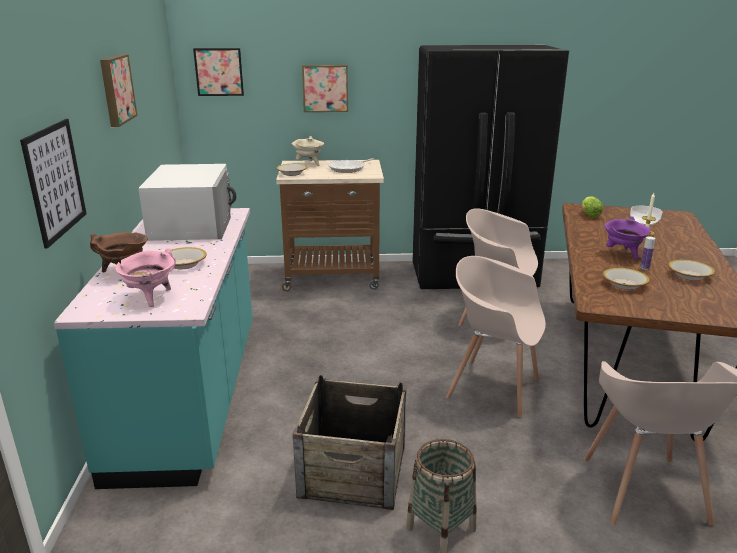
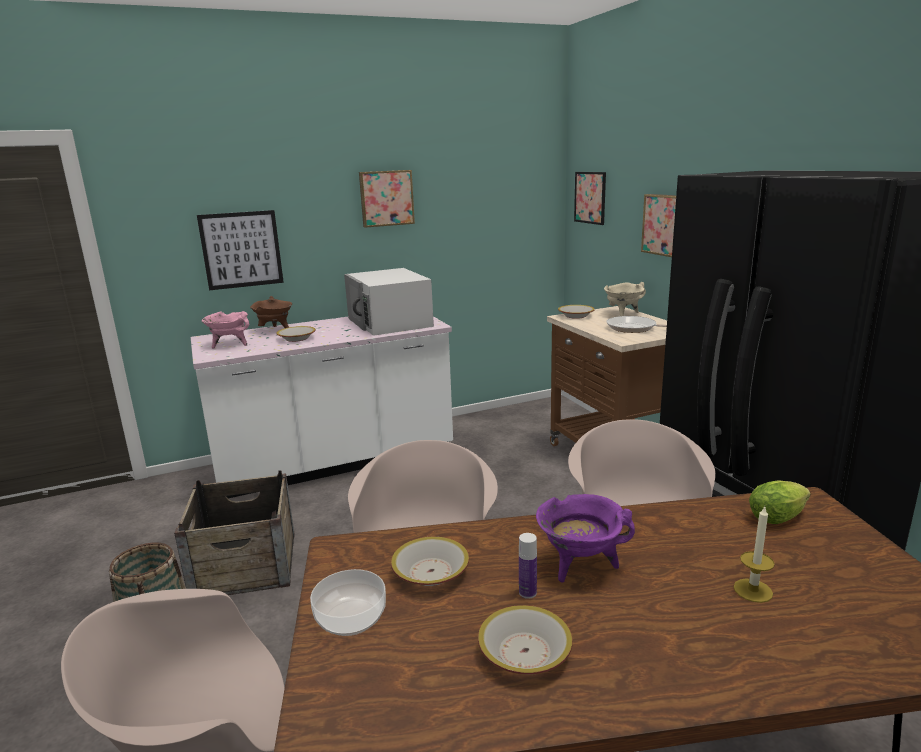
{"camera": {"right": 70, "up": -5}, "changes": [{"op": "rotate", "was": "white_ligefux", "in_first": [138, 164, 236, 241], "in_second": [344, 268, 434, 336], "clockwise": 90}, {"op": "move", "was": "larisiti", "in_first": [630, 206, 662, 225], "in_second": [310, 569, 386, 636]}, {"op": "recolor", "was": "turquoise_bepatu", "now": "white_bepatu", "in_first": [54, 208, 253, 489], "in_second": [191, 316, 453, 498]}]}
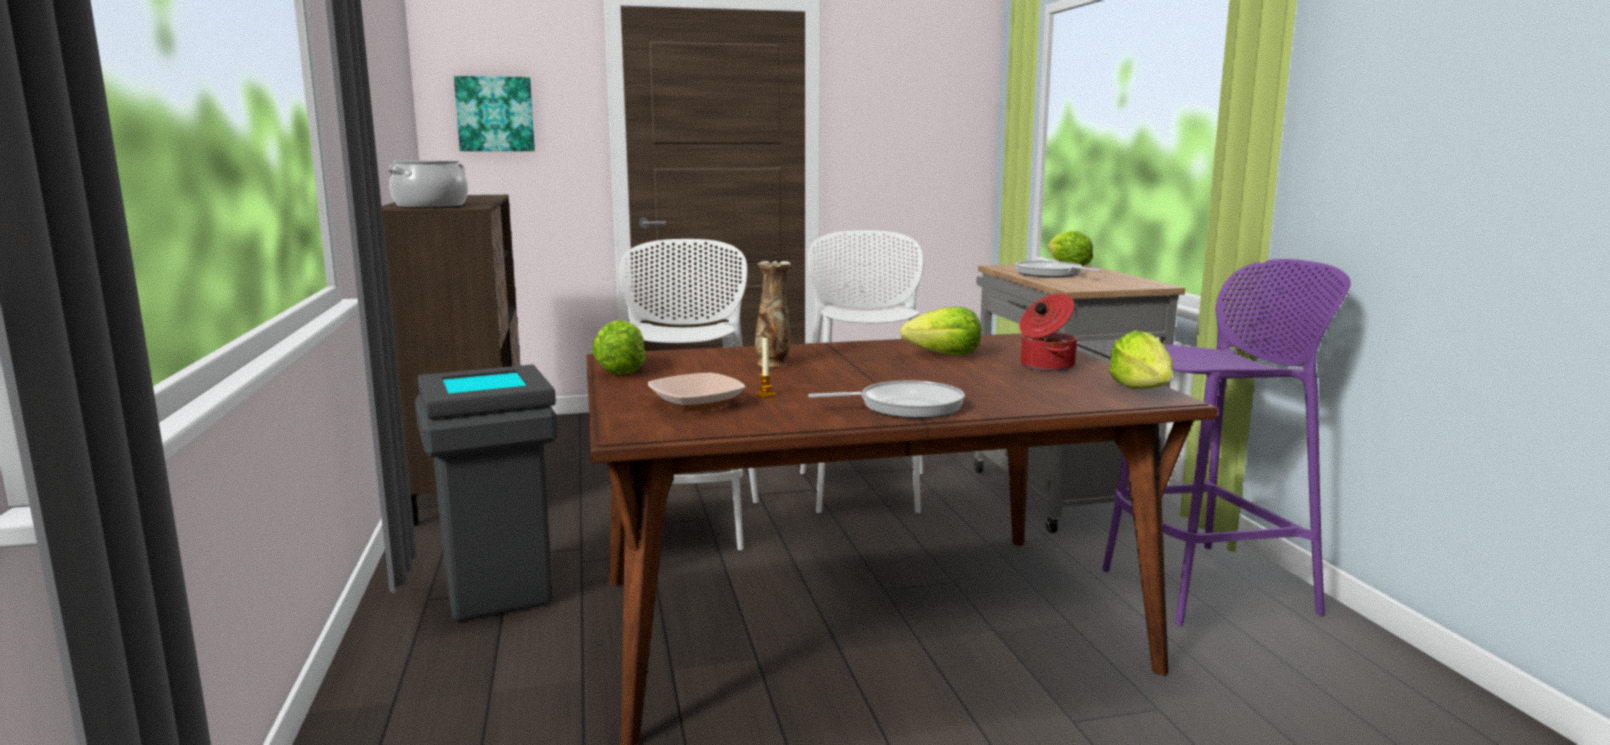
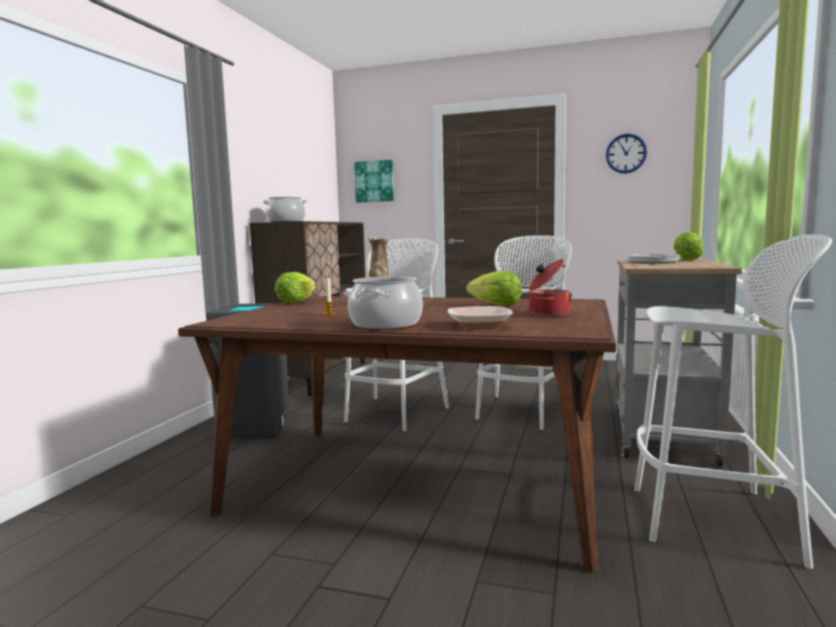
{"camera": {"right": 30, "up": -5}, "changes": [{"op": "recolor", "was": "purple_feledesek", "now": "white_feledesek", "in_first": [1102, 259, 1351, 626], "in_second": [634, 234, 832, 569]}, {"op": "delete", "was": "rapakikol", "in_first": [1109, 331, 1173, 389]}, {"op": "move", "was": "larisiti", "in_first": [648, 373, 745, 412], "in_second": [447, 306, 513, 329]}, {"op": "replace", "was": "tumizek", "now": "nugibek", "in_first": [808, 381, 965, 419], "in_second": [348, 276, 423, 329]}, {"op": "insert", "now": "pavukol", "in_second": [606, 133, 647, 174]}]}
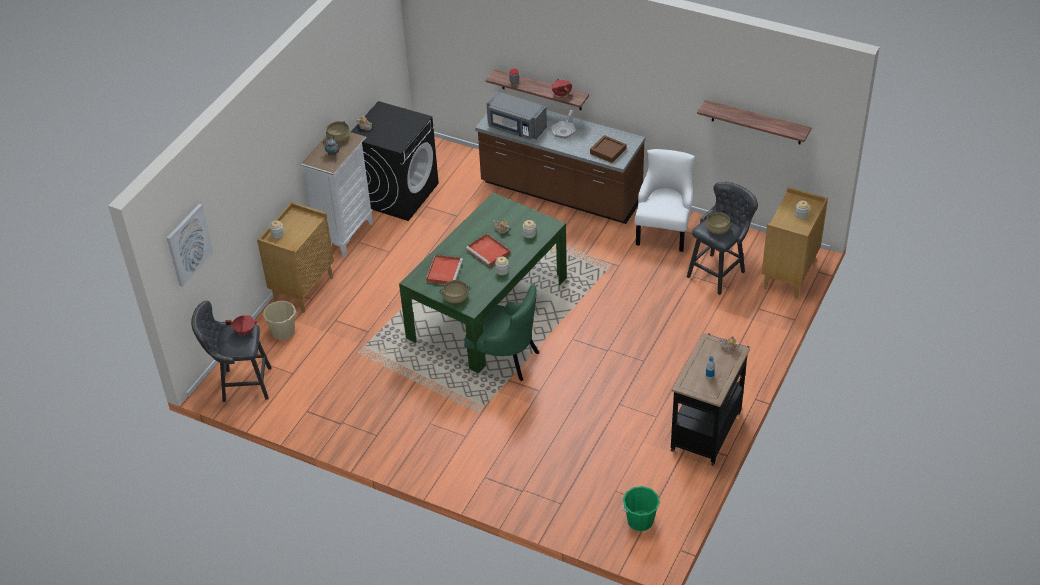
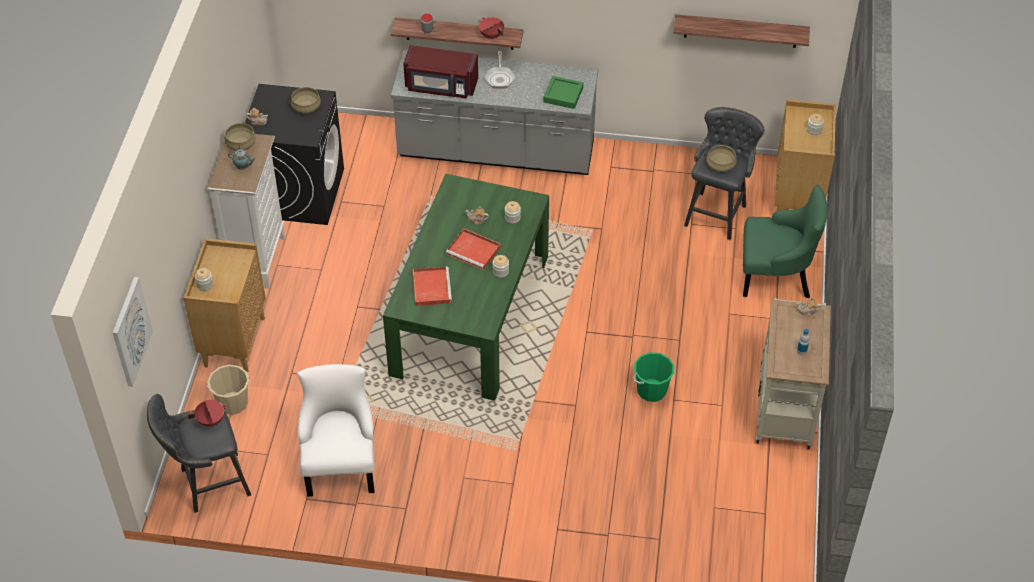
{"camera": {"right": -20, "up": 5}, "changes": [{"op": "recolor", "was": "grey_ligefux", "now": "red_ligefux", "in_first": [487, 91, 547, 140], "in_second": [403, 45, 478, 99]}, {"op": "recolor", "was": "brown_bepatu", "now": "grey_bepatu", "in_first": [475, 110, 645, 224], "in_second": [391, 50, 598, 175]}, {"op": "recolor", "was": "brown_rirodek", "now": "green_rirodek", "in_first": [590, 135, 626, 163], "in_second": [544, 76, 583, 109]}, {"op": "move", "was": "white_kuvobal", "in_first": [634, 149, 695, 252], "in_second": [297, 364, 375, 497]}, {"op": "move", "was": "beige_nugibek", "in_first": [440, 280, 470, 303], "in_second": [288, 87, 321, 113]}, {"op": "move", "was": "green_kuvobal", "in_first": [464, 284, 539, 381], "in_second": [743, 185, 828, 299]}, {"op": "recolor", "was": "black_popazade", "now": "beige_popazade", "in_first": [671, 333, 750, 466], "in_second": [755, 298, 831, 449]}, {"op": "move", "was": "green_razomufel", "in_first": [622, 486, 660, 531], "in_second": [633, 352, 674, 402]}]}
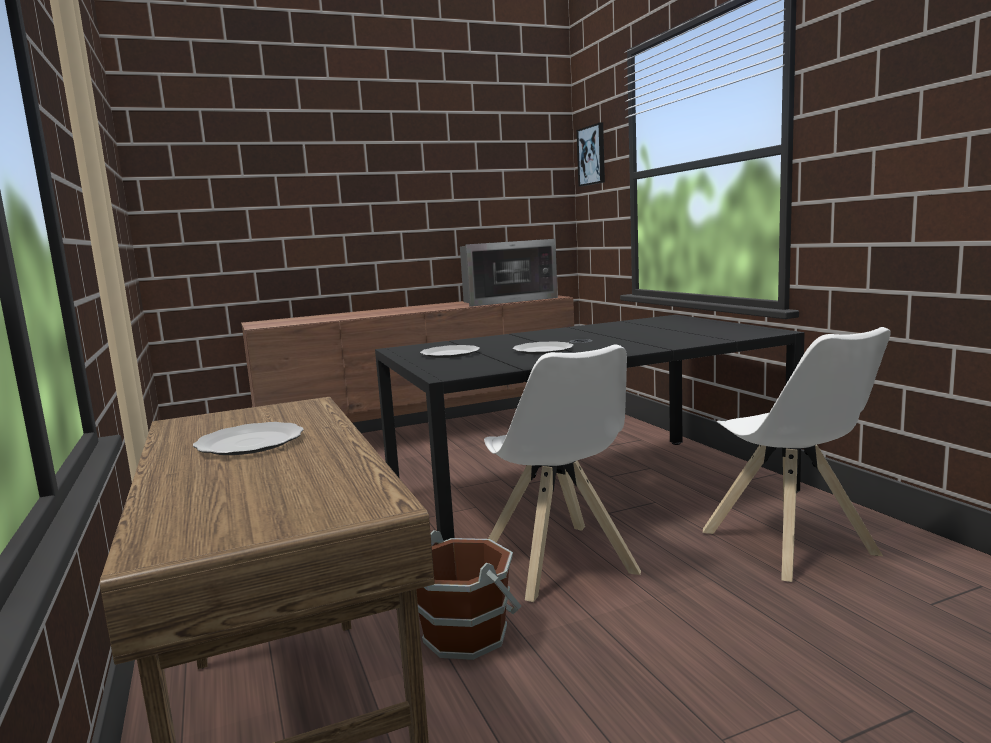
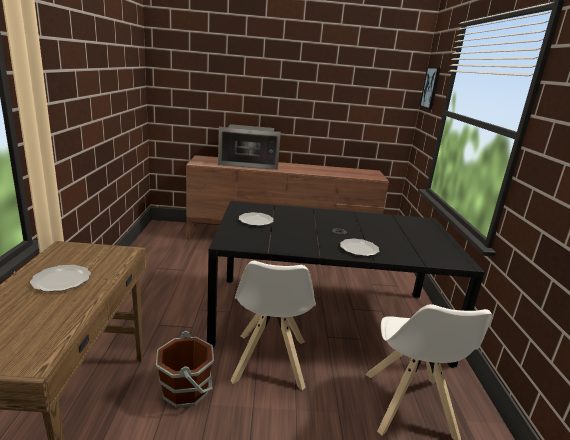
{"camera": {"right": 20, "up": 10}, "changes": [{"op": "move", "was": "ligefux", "in_first": [460, 239, 558, 307], "in_second": [218, 124, 281, 170]}, {"op": "move", "was": "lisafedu", "in_first": [513, 341, 574, 355], "in_second": [340, 238, 380, 256]}]}
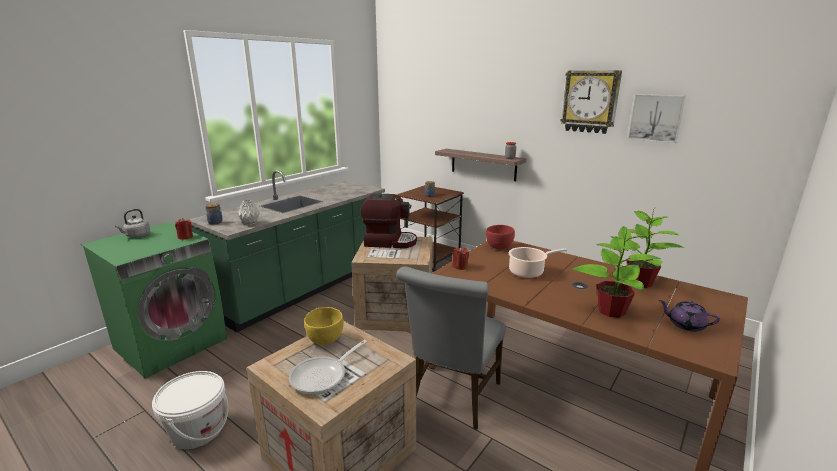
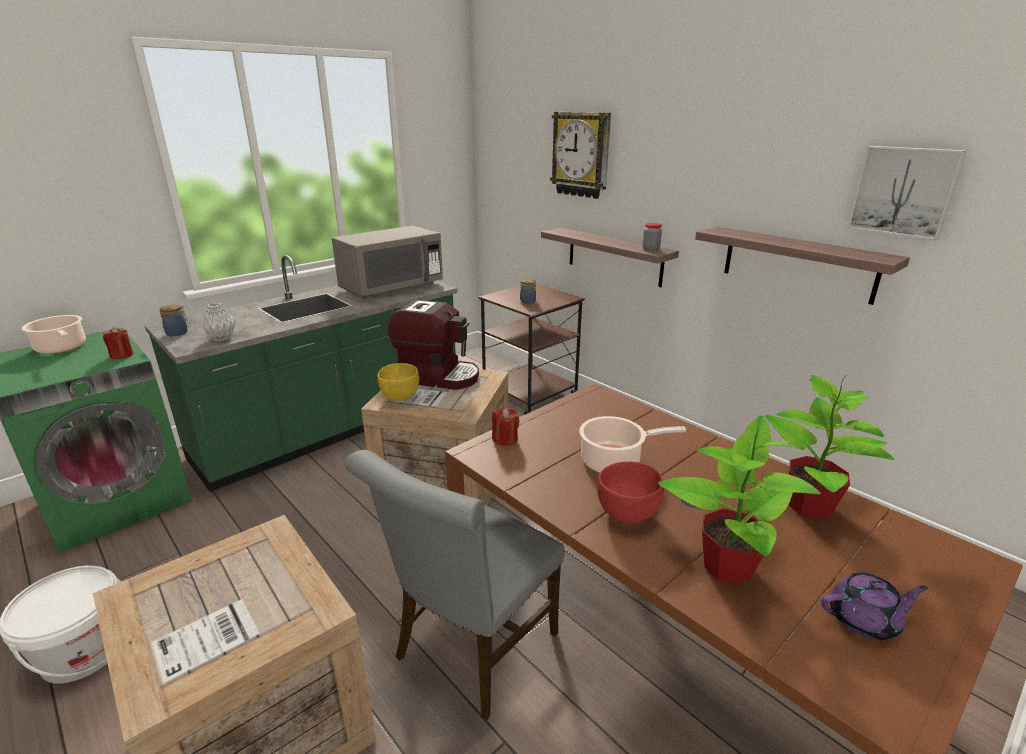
{"camera": {"right": 10, "up": 5}, "changes": [{"op": "move", "was": "pavukol", "in_first": [560, 71, 622, 134], "in_second": [550, 112, 611, 199]}, {"op": "replace", "was": "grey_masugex", "now": "nugibek", "in_first": [115, 209, 150, 238], "in_second": [22, 315, 86, 354]}, {"op": "move", "was": "red_larisiti", "in_first": [486, 225, 515, 249], "in_second": [597, 461, 664, 523]}, {"op": "rotate", "was": "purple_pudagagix", "in_first": [659, 300, 720, 332], "in_second": [821, 573, 928, 640], "clockwise": 135}, {"op": "move", "was": "yellow_larisiti", "in_first": [304, 307, 344, 345], "in_second": [377, 363, 419, 401]}, {"op": "delete", "was": "tumizek", "in_first": [289, 340, 367, 395]}, {"op": "insert", "now": "grey_ligefux", "in_second": [332, 226, 443, 298]}, {"op": "insert", "now": "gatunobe", "in_second": [695, 227, 910, 305]}]}
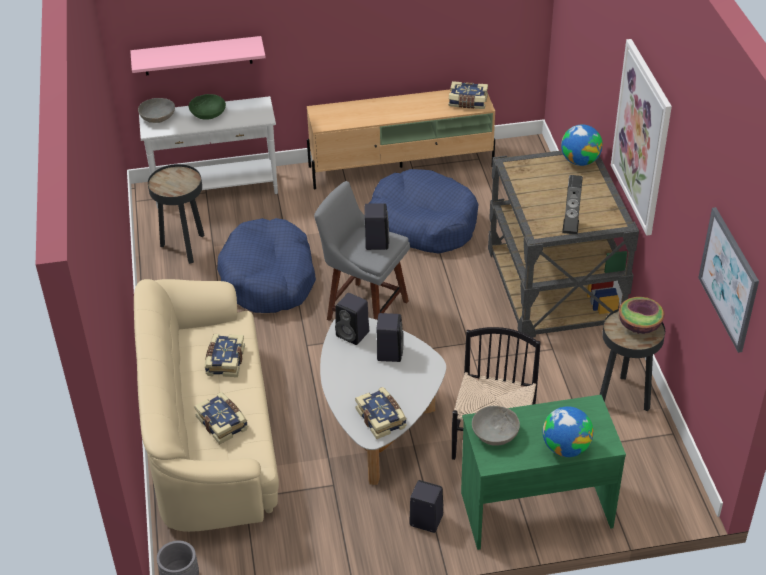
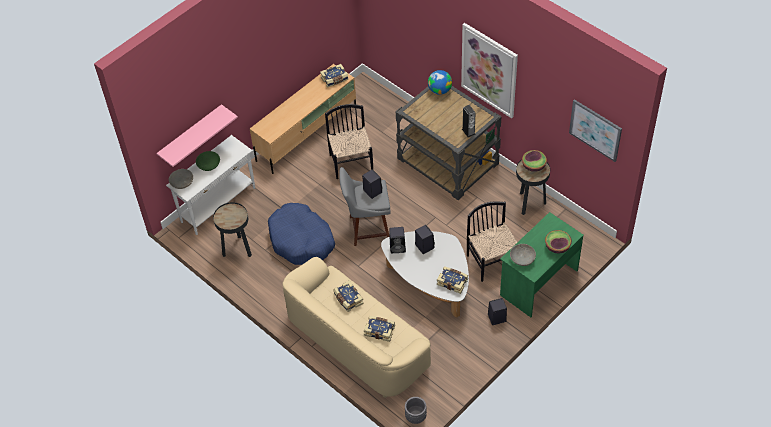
{"camera": {"right": -35, "up": 10}, "changes": [{"op": "replace", "was": "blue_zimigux", "now": "black_kuvobal", "in_first": [369, 169, 478, 254], "in_second": [325, 104, 373, 179]}, {"op": "replace", "was": "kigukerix", "now": "larisiti", "in_first": [543, 406, 594, 457], "in_second": [545, 230, 572, 254]}]}
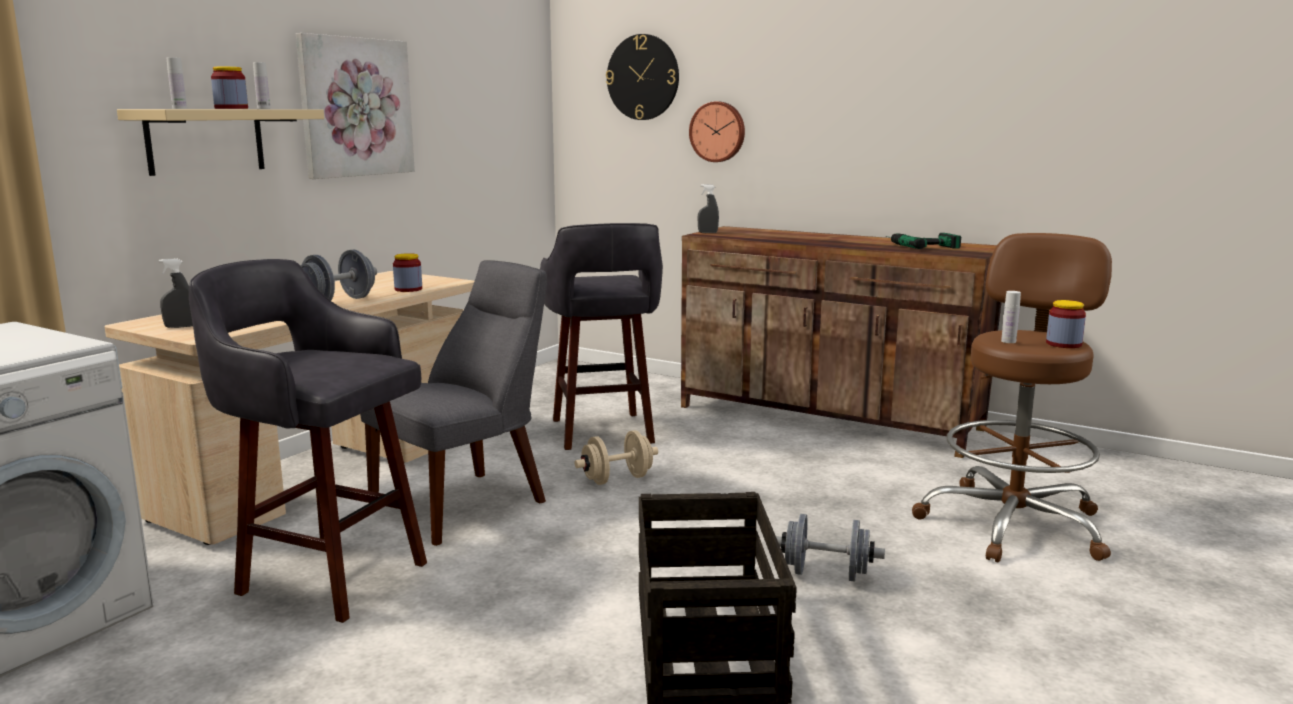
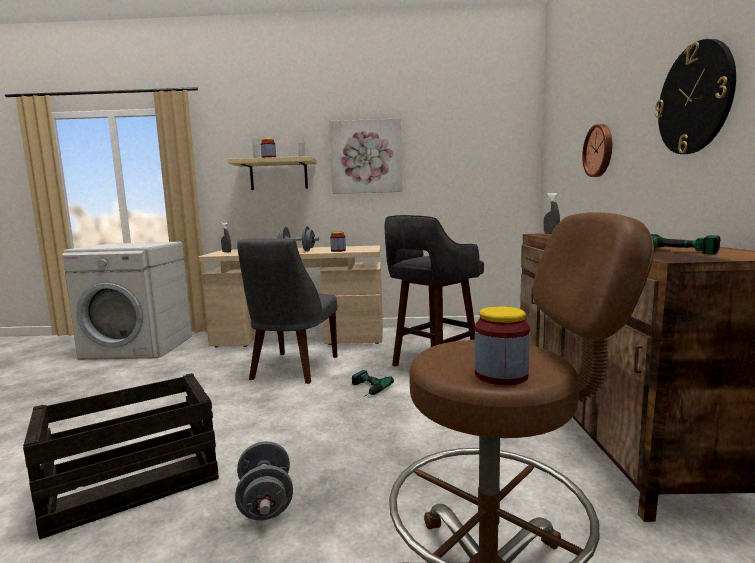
{"camera": {"right": 60, "up": -5}, "changes": [{"op": "move", "was": "pavukol", "in_first": [606, 34, 679, 120], "in_second": [655, 39, 736, 154]}, {"op": "delete", "was": "grey_feledesek", "in_first": [189, 259, 427, 623]}, {"op": "rotate", "was": "grey_kuvobal", "in_first": [360, 260, 547, 546], "in_second": [237, 238, 337, 384], "clockwise": 90}, {"op": "delete", "was": "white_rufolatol", "in_first": [1001, 291, 1021, 343]}, {"op": "replace", "was": "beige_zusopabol", "now": "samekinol", "in_first": [575, 430, 658, 485], "in_second": [352, 370, 394, 397]}]}
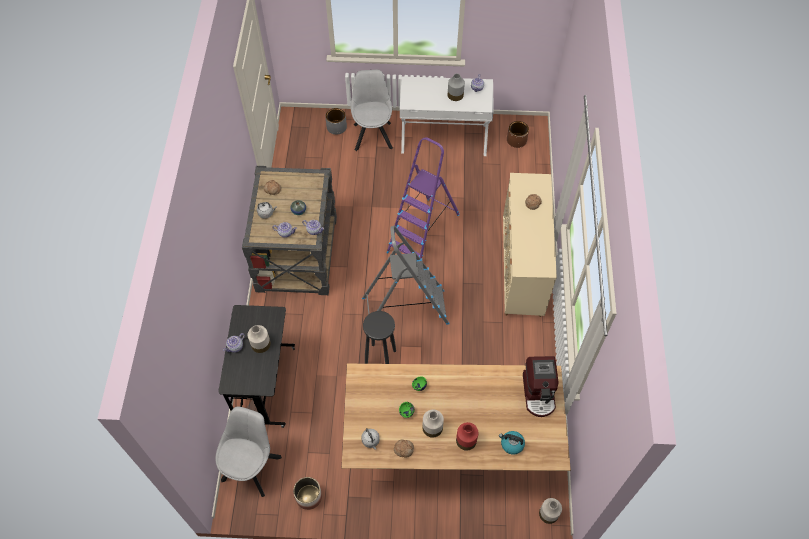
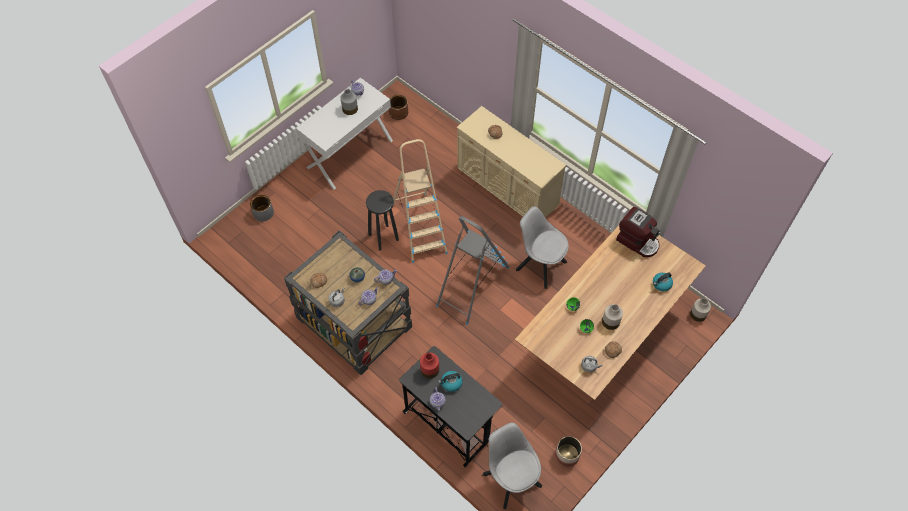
{"camera": {"right": -50, "up": 0}, "changes": [{"op": "move", "was": "grey_kuvobal", "in_first": [351, 69, 393, 151], "in_second": [516, 206, 569, 289]}, {"op": "recolor", "was": "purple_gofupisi", "now": "beige_gofupisi", "in_first": [387, 138, 460, 258], "in_second": [393, 139, 447, 263]}, {"op": "move", "was": "black_feledesek", "in_first": [363, 311, 396, 364], "in_second": [366, 190, 399, 250]}, {"op": "replace", "was": "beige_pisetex", "now": "masugex", "in_first": [248, 325, 271, 353], "in_second": [438, 371, 463, 392]}, {"op": "move", "was": "red_pisetex", "in_first": [456, 422, 478, 451], "in_second": [420, 352, 439, 379]}]}
